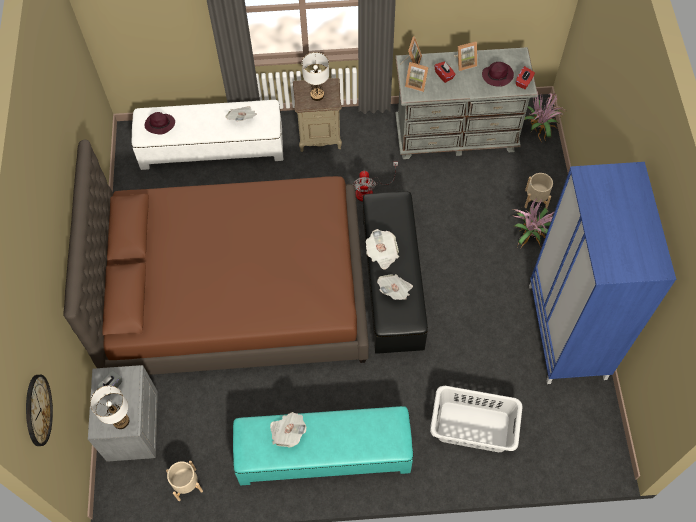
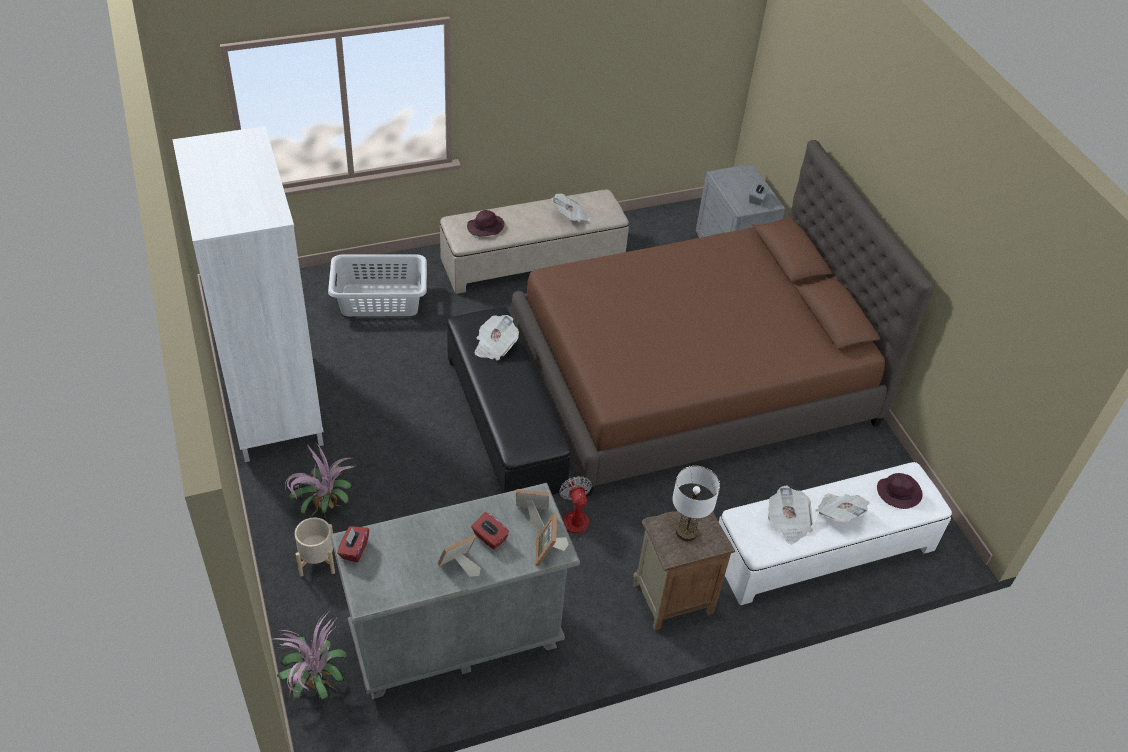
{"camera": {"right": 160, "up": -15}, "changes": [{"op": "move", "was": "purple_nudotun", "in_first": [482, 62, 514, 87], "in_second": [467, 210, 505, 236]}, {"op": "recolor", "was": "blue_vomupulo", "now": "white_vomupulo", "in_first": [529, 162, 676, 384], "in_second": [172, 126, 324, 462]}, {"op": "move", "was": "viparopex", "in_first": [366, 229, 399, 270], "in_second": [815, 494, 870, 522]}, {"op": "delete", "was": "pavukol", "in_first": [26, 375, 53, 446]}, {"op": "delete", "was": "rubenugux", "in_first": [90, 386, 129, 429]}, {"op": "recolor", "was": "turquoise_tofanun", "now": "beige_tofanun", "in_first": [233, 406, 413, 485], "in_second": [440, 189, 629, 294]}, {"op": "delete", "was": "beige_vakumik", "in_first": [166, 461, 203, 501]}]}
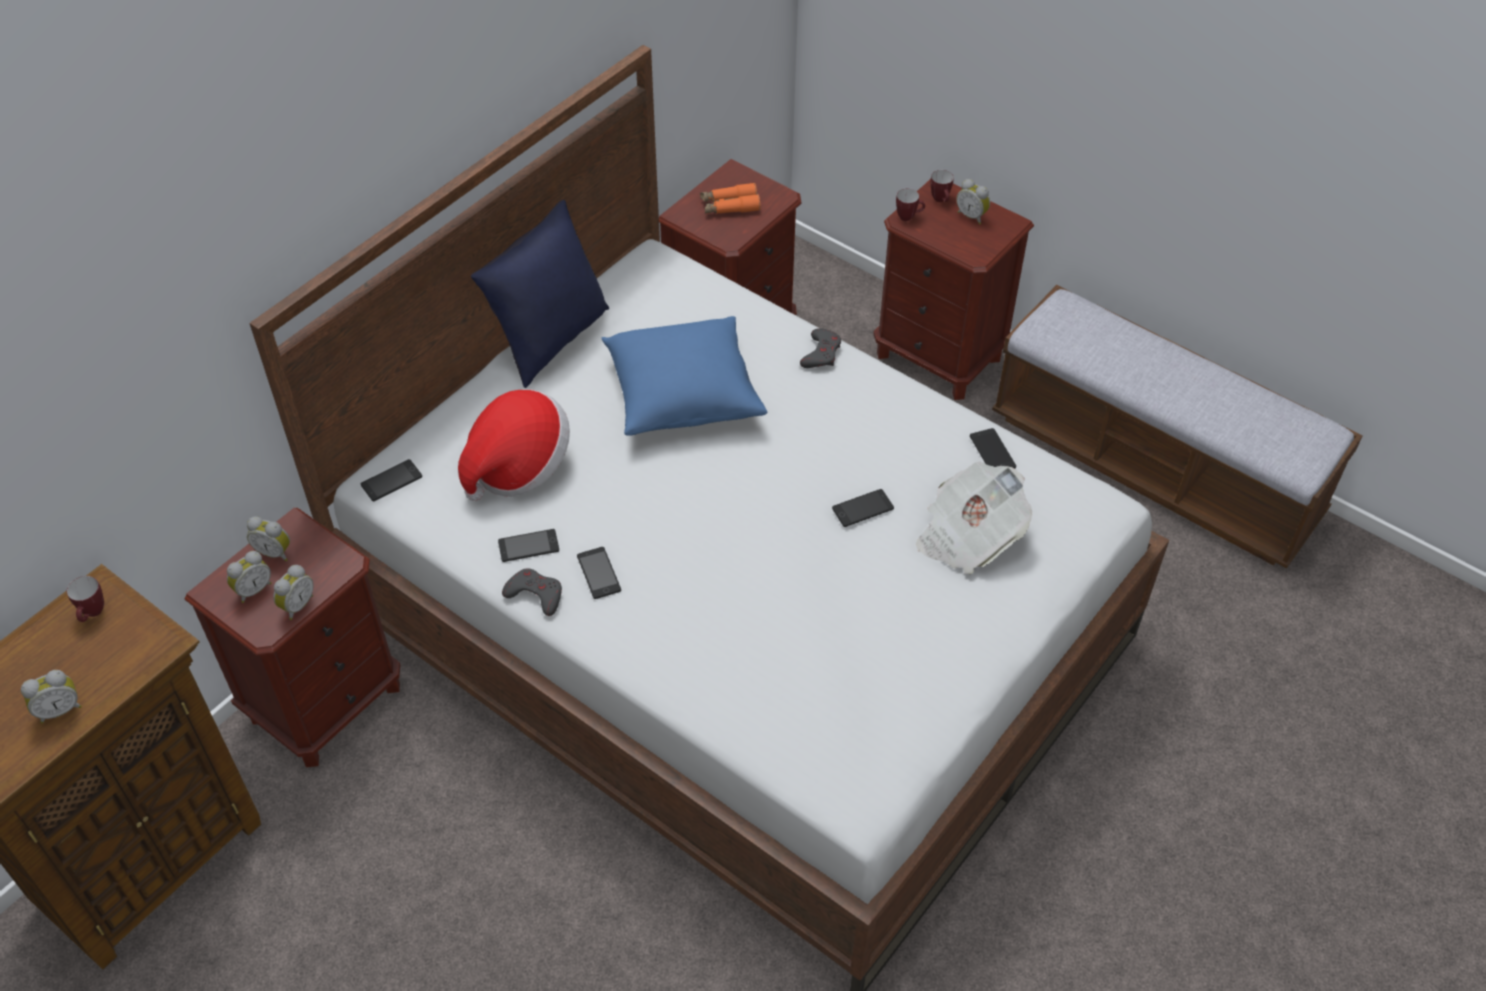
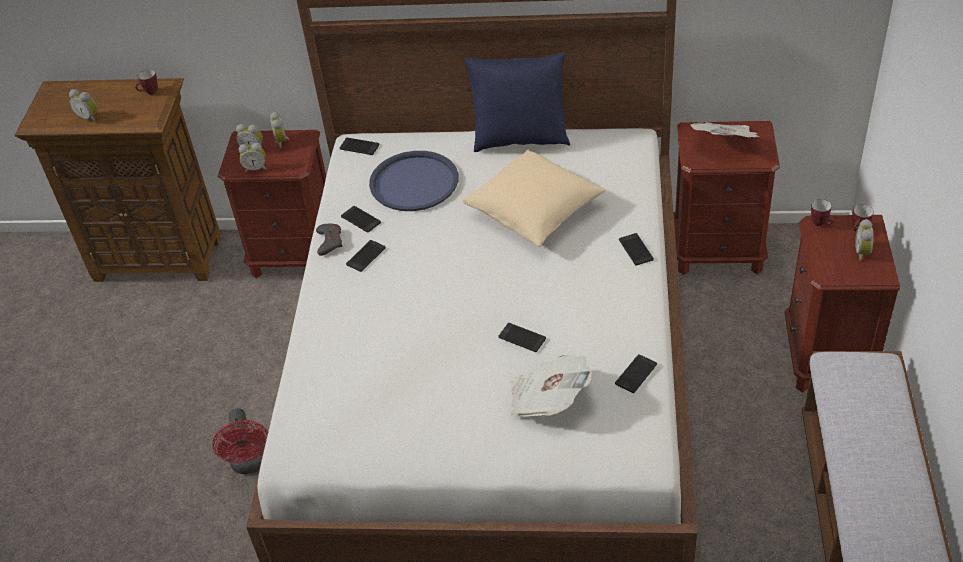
{"camera": {"right": 60, "up": -5}, "changes": [{"op": "replace", "was": "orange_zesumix", "now": "viparopex", "in_first": [700, 183, 761, 214], "in_second": [690, 122, 759, 137]}, {"op": "recolor", "was": "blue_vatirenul", "now": "beige_vatirenul", "in_first": [602, 316, 767, 436], "in_second": [462, 150, 606, 247]}, {"op": "replace", "was": "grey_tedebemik", "now": "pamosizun", "in_first": [800, 328, 841, 368], "in_second": [619, 233, 654, 266]}, {"op": "replace", "was": "nudotun", "now": "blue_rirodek", "in_first": [458, 390, 570, 501], "in_second": [369, 151, 459, 211]}, {"op": "insert", "now": "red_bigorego", "in_second": [212, 408, 268, 474]}]}
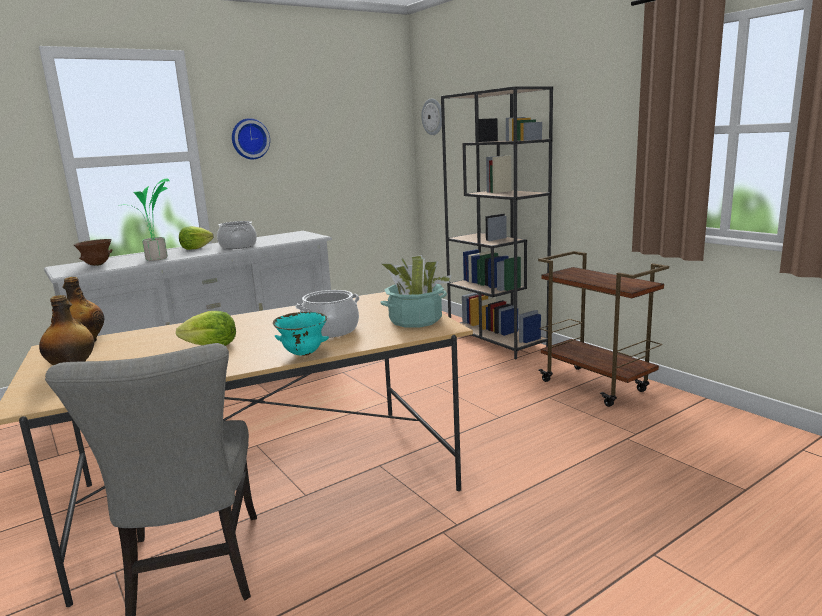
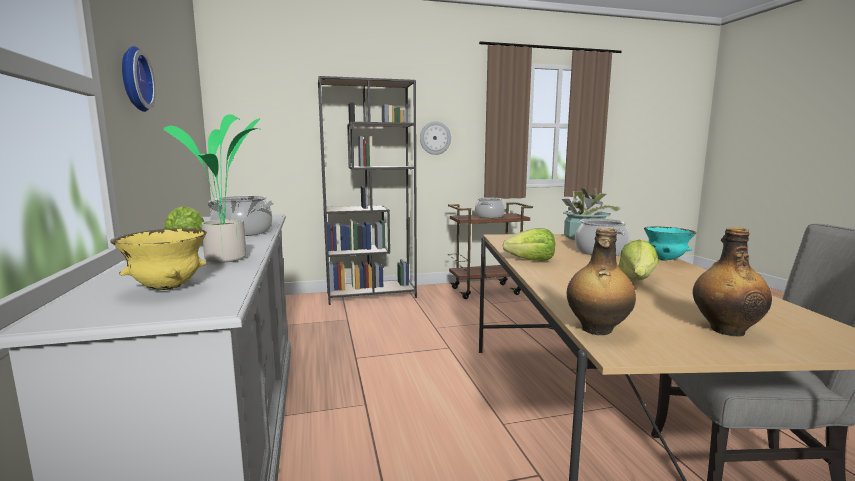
{"camera": {"right": -70, "up": -5}, "changes": [{"op": "move", "was": "pavukol", "in_first": [421, 98, 442, 135], "in_second": [420, 121, 451, 155]}, {"op": "recolor", "was": "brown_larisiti", "now": "yellow_larisiti", "in_first": [73, 239, 113, 266], "in_second": [110, 228, 207, 290]}, {"op": "insert", "now": "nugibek", "in_second": [475, 198, 505, 218]}, {"op": "insert", "now": "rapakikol", "in_second": [503, 228, 555, 261]}]}
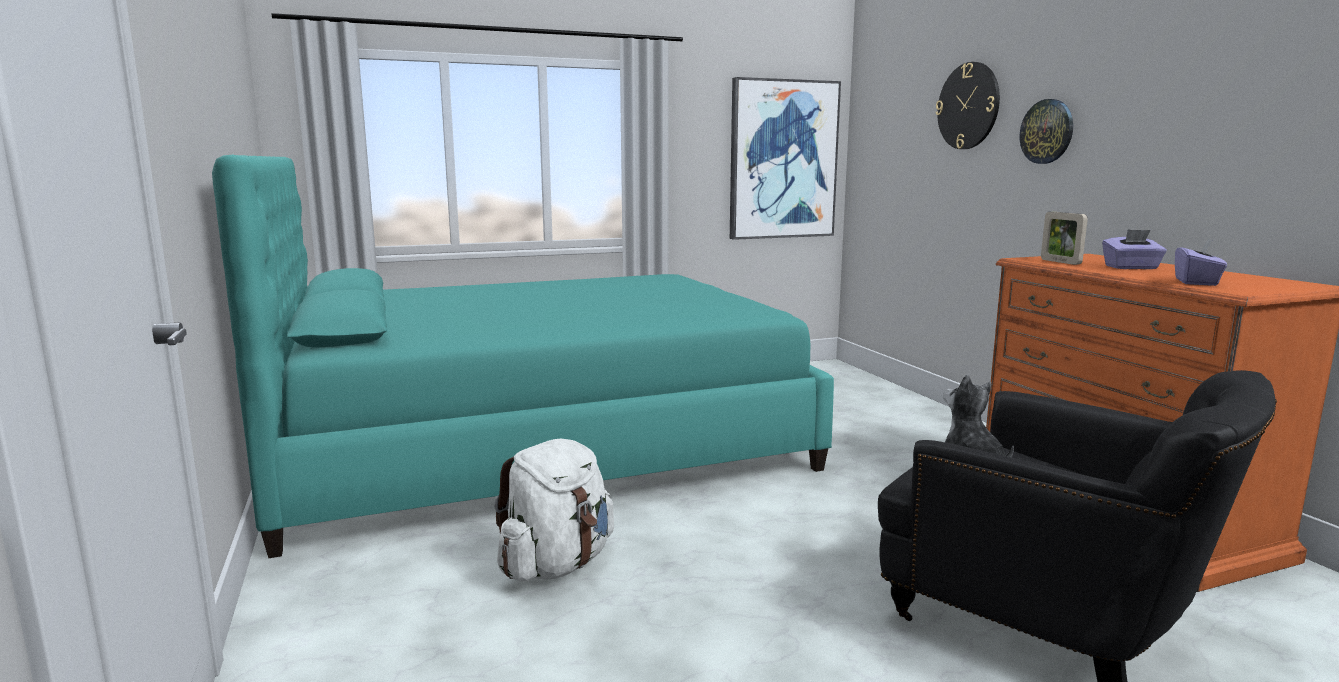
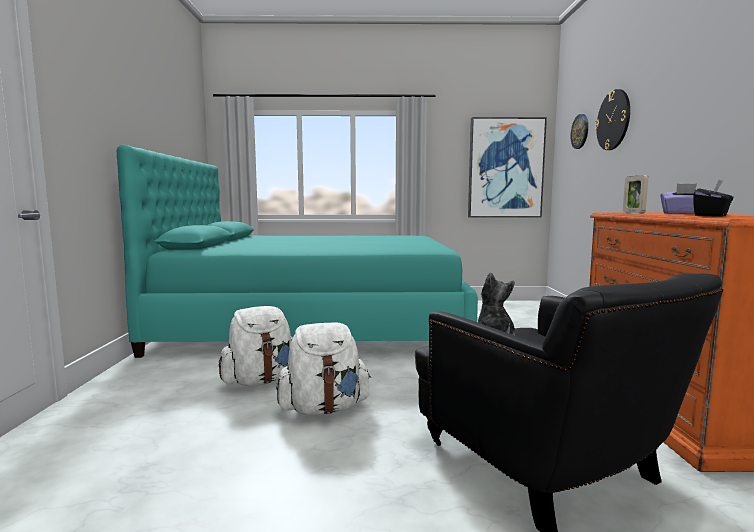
{"camera": {"right": 20, "up": -5}, "changes": [{"op": "move", "was": "pavukol", "in_first": [1020, 99, 1073, 164], "in_second": [571, 114, 588, 149]}, {"op": "recolor", "was": "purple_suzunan", "now": "black_suzunan", "in_first": [1175, 238, 1227, 286], "in_second": [693, 180, 733, 217]}, {"op": "insert", "now": "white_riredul", "in_second": [276, 323, 371, 416]}]}
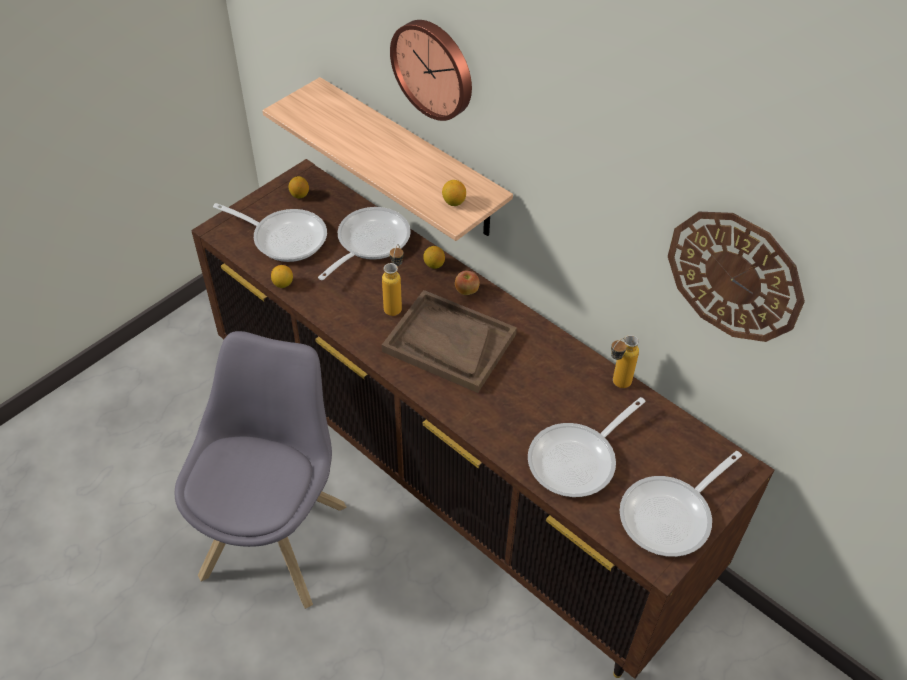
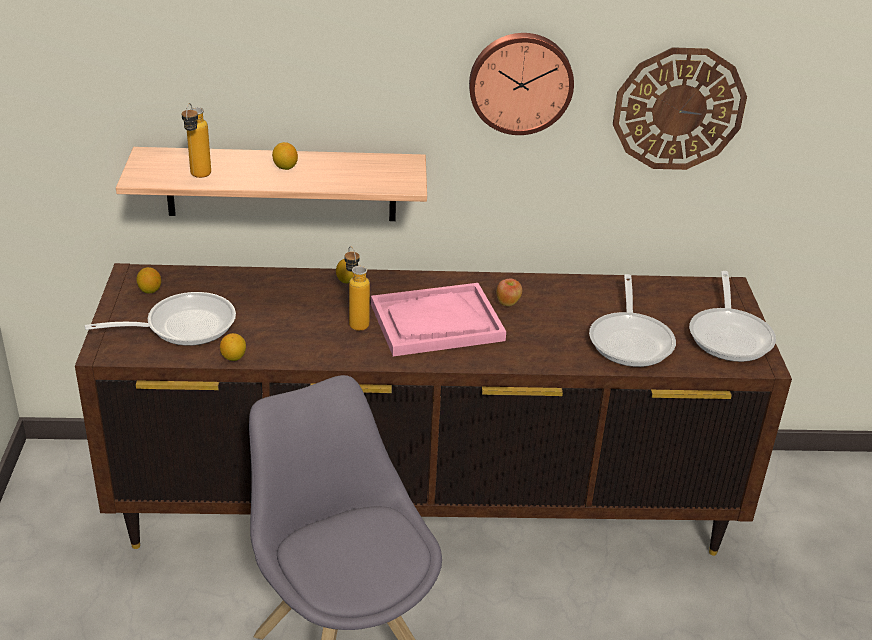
{"camera": {"right": -45, "up": -15}, "changes": [{"op": "move", "was": "pavukol", "in_first": [390, 20, 472, 121], "in_second": [469, 33, 574, 135]}, {"op": "move", "was": "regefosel", "in_first": [442, 180, 466, 206], "in_second": [272, 142, 298, 170]}, {"op": "delete", "was": "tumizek", "in_first": [318, 207, 411, 280]}, {"op": "move", "was": "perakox", "in_first": [455, 271, 480, 295], "in_second": [497, 279, 522, 306]}, {"op": "recolor", "was": "brown_rirodek", "now": "pink_rirodek", "in_first": [382, 290, 517, 393], "in_second": [371, 283, 506, 356]}, {"op": "move", "was": "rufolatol", "in_first": [611, 335, 639, 388], "in_second": [182, 103, 211, 178]}]}
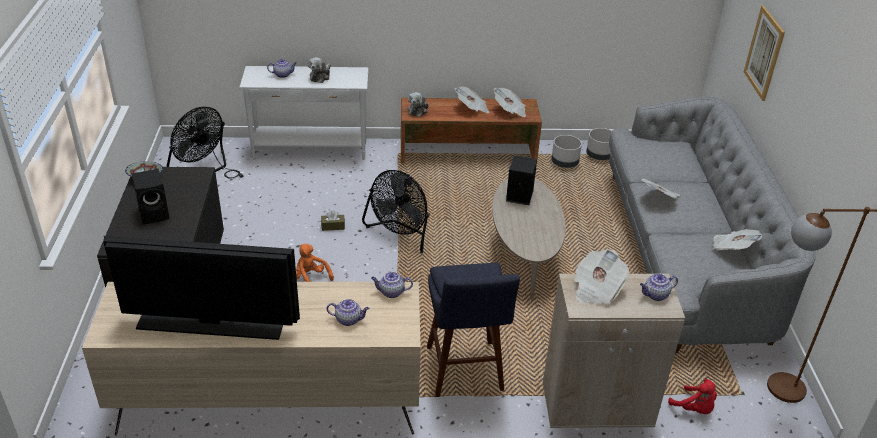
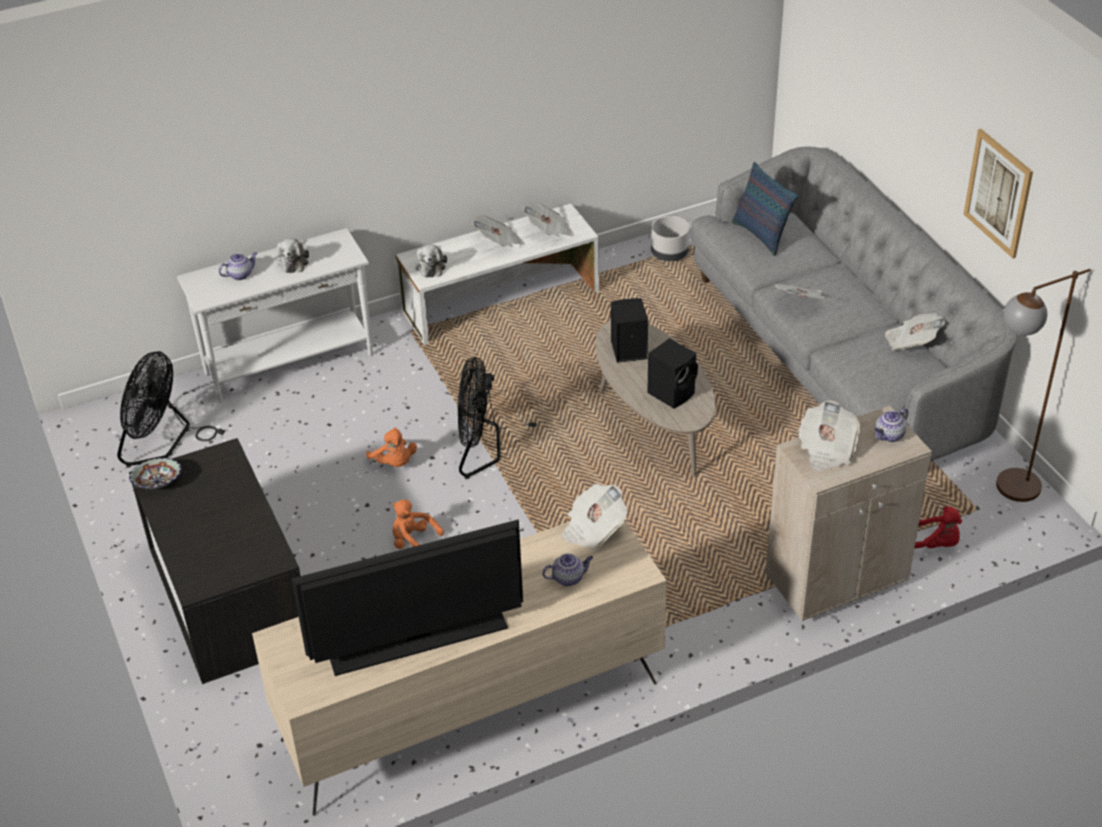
{"camera": {"right": -20, "up": 5}, "changes": [{"op": "move", "was": "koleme", "in_first": [744, 6, 785, 101], "in_second": [963, 129, 1033, 258]}, {"op": "recolor", "was": "brown_tofanun", "now": "white_tofanun", "in_first": [401, 98, 542, 163], "in_second": [396, 204, 599, 345]}, {"op": "delete", "was": "grey_vakumik", "in_first": [551, 135, 582, 168]}, {"op": "move", "was": "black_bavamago", "in_first": [132, 169, 170, 224], "in_second": [647, 338, 698, 409]}, {"op": "rotate", "was": "black_bigorego", "in_first": [362, 170, 430, 253], "in_second": [458, 356, 538, 480], "clockwise": 75}, {"op": "replace", "was": "brown_suzunan", "now": "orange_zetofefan", "in_first": [321, 210, 345, 231], "in_second": [366, 427, 417, 467]}, {"op": "delete", "was": "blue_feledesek", "in_first": [427, 263, 520, 397]}, {"op": "replace", "was": "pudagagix", "now": "viparopex", "in_first": [371, 272, 413, 298], "in_second": [562, 484, 627, 550]}, {"op": "insert", "now": "blue_vatirenul", "in_second": [732, 162, 798, 256]}]}
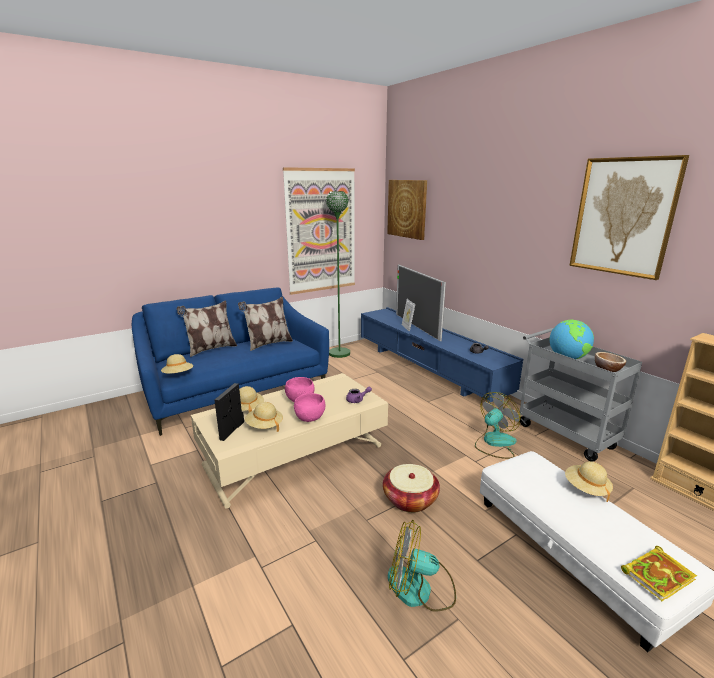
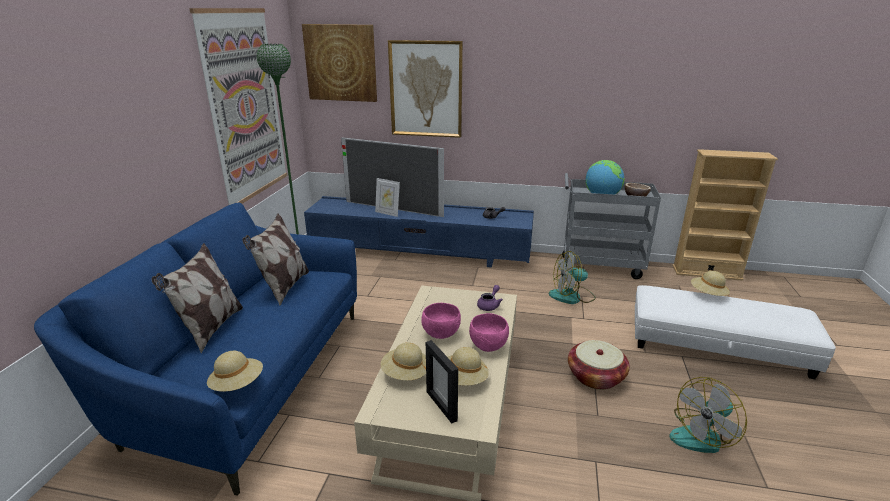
{"camera": {"right": -45, "up": 5}, "changes": [{"op": "move", "was": "koleme", "in_first": [569, 155, 689, 280], "in_second": [388, 40, 463, 138]}, {"op": "rotate", "was": "bigorego", "in_first": [475, 392, 520, 459], "in_second": [549, 251, 596, 304], "clockwise": -105}, {"op": "delete", "was": "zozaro", "in_first": [621, 546, 697, 601]}]}
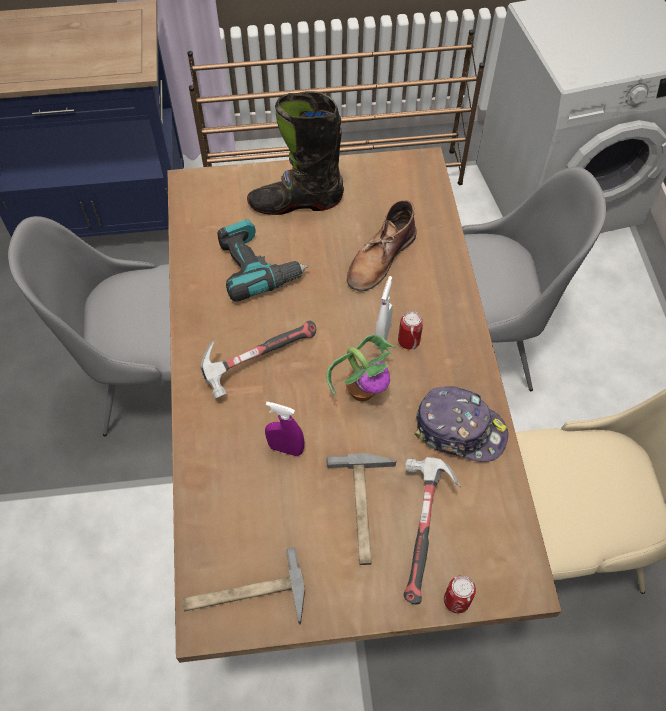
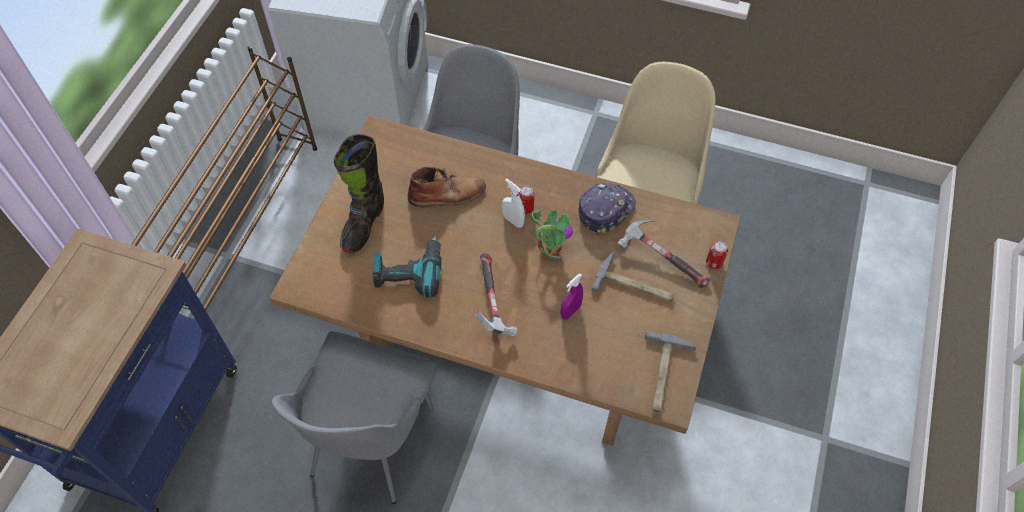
{"camera": {"right": -65, "up": 0}, "changes": [{"op": "rotate", "was": "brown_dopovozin", "in_first": [347, 200, 417, 291], "in_second": [407, 167, 486, 207], "clockwise": -75}]}
